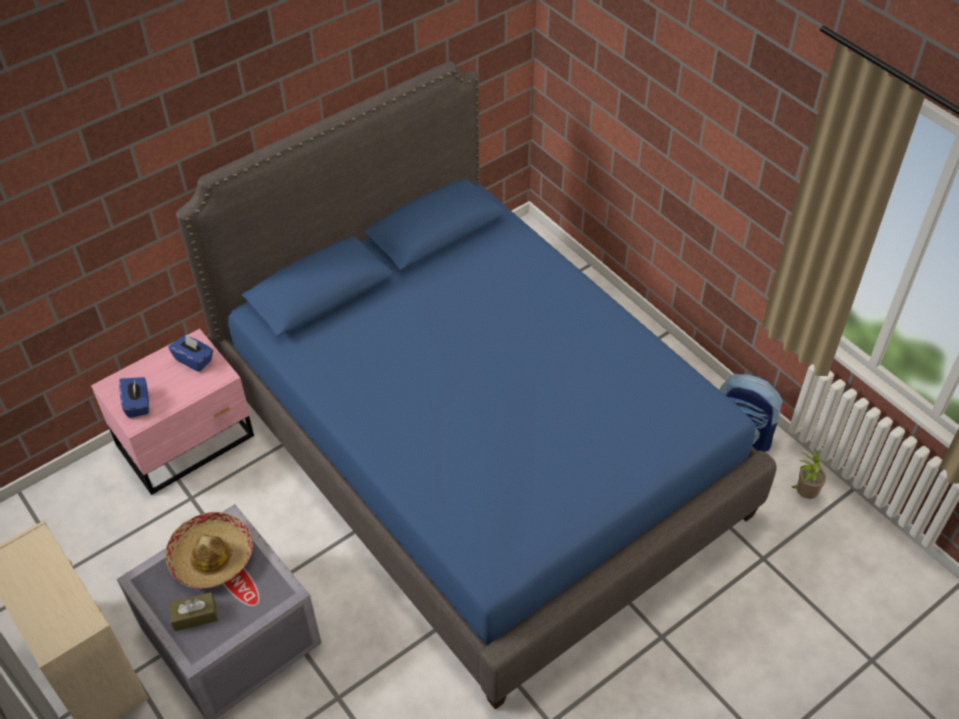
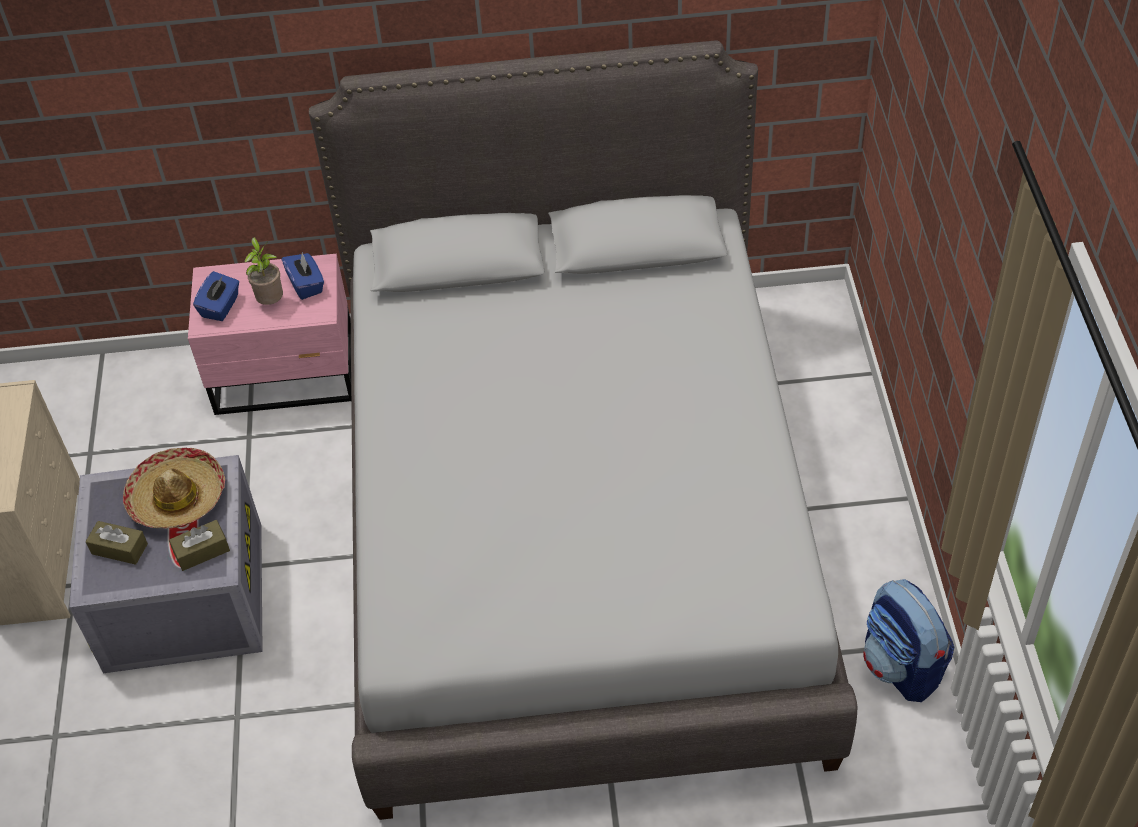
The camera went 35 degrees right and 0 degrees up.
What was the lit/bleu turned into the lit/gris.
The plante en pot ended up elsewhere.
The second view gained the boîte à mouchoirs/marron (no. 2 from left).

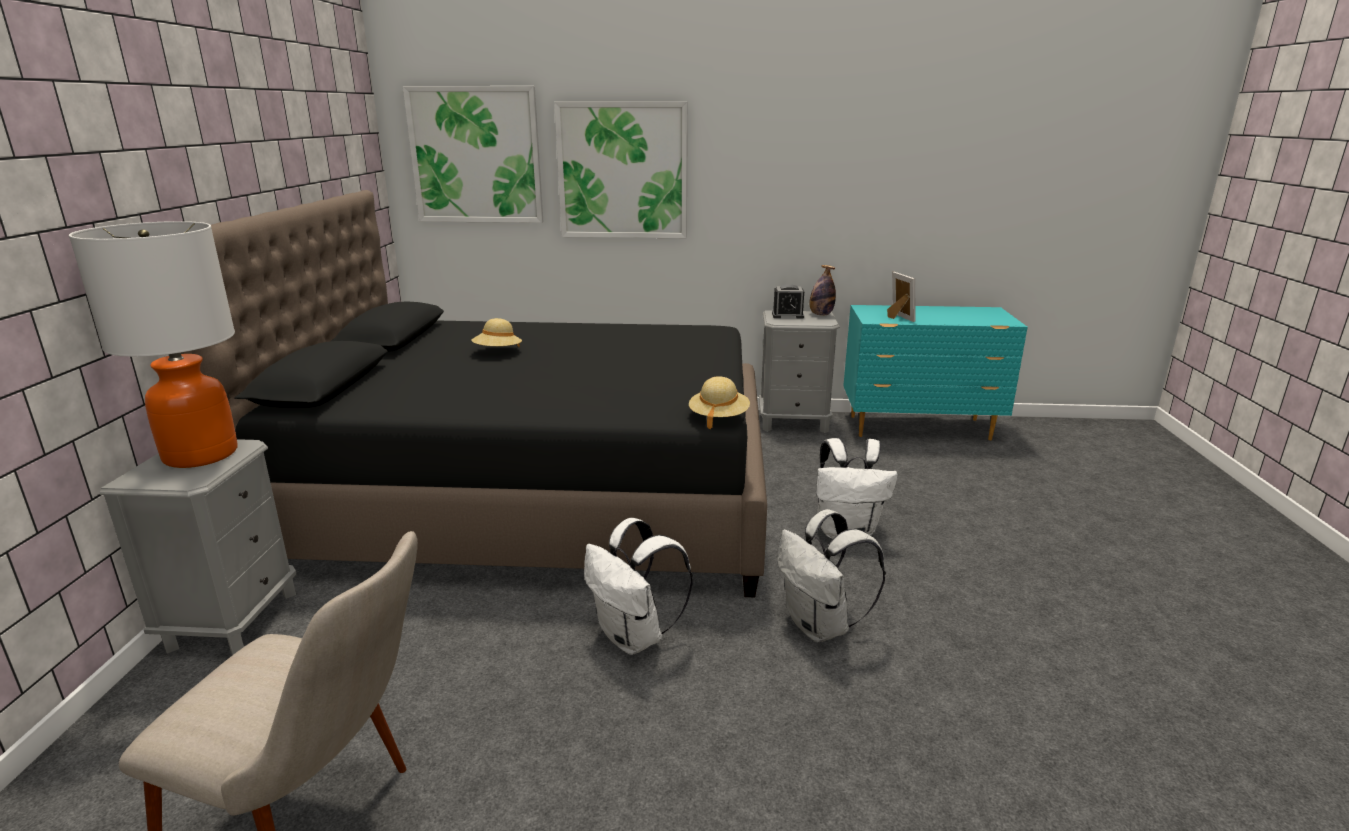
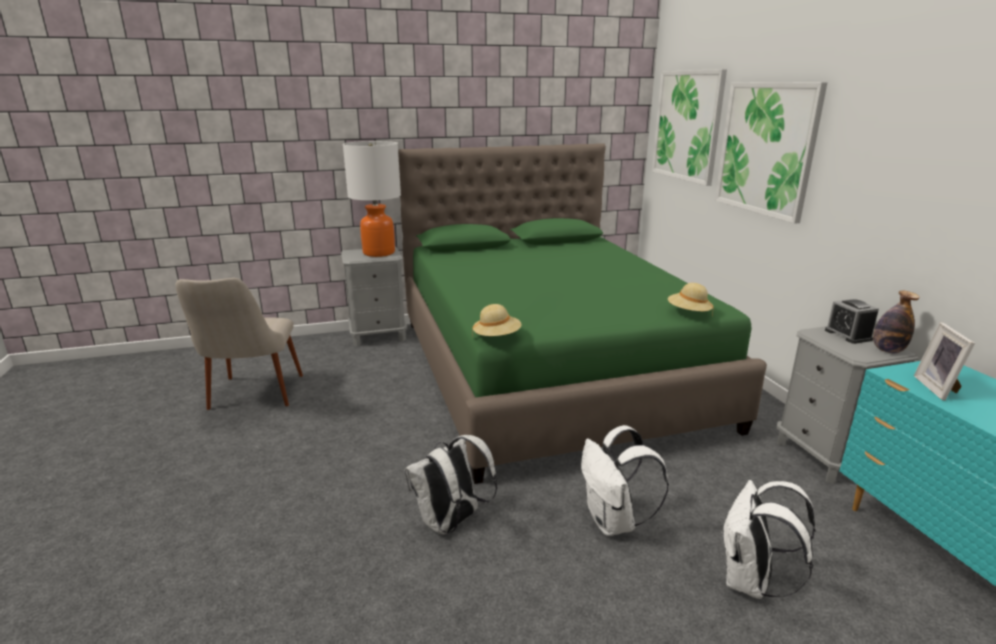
The camera went 70 degrees right and 0 degrees up.
What was the lit/noir turned into the lit/vert.
The chapeau/beige (no. 1 from left in the first image) ended up elsewhere.
The sac à dos/blanc (no. 1 from left in the first image) ended up elsewhere.
The cadre photo ended up facing another way, 135 degrees clockwise from before.

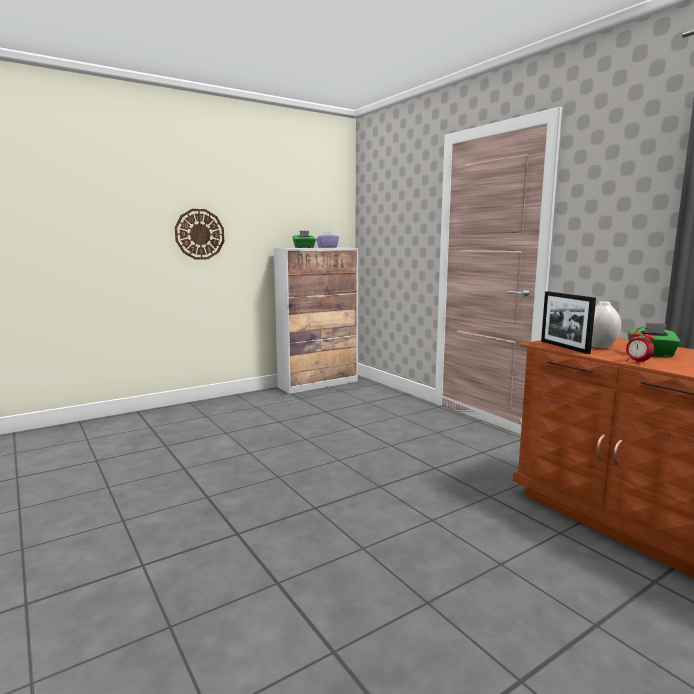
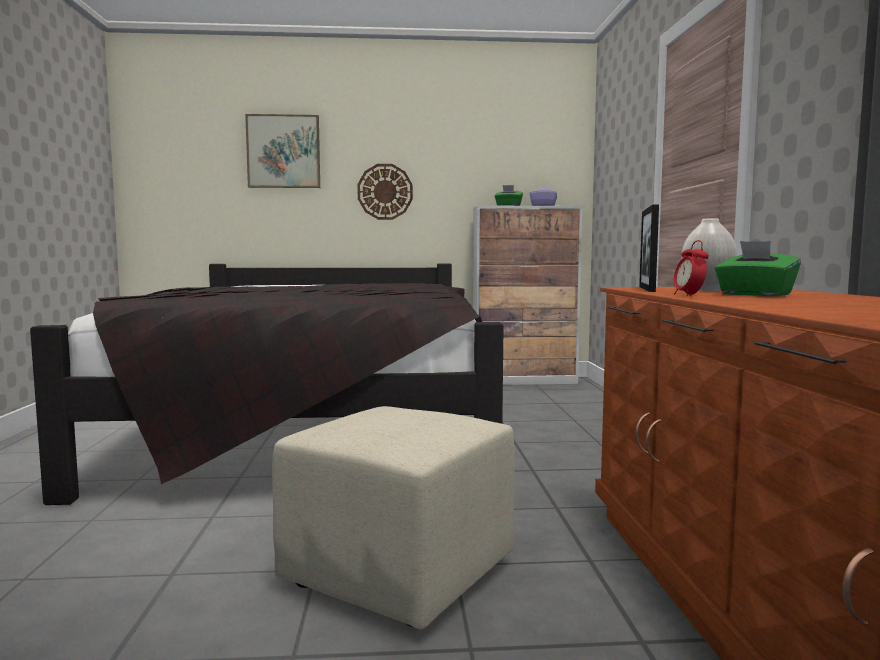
The camera went 30 degrees right and 5 degrees down.
The second view gained the lit/noir.
The second view gained the tableau.
The second view gained the pouf/beige.

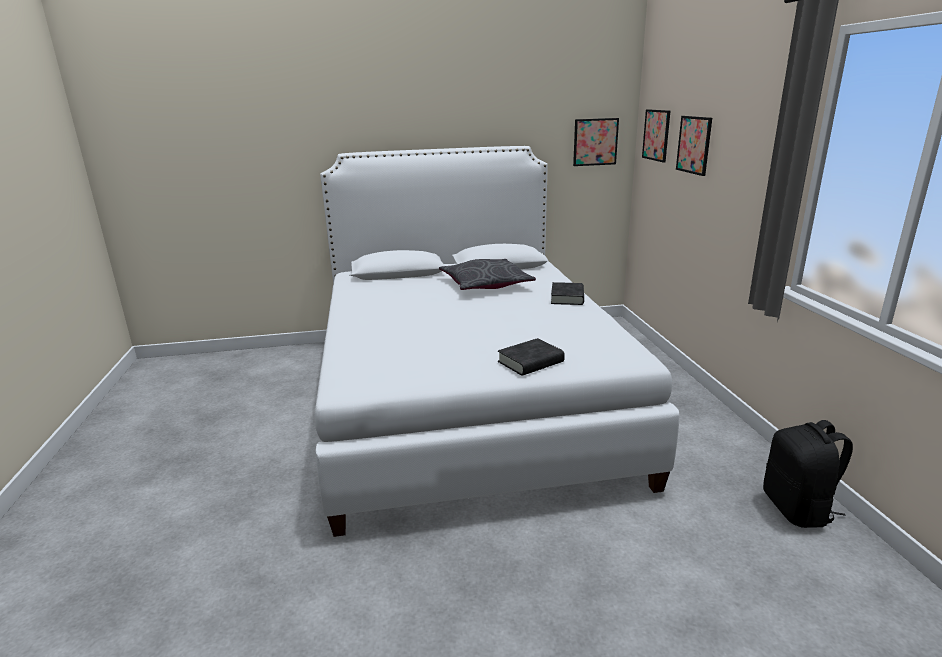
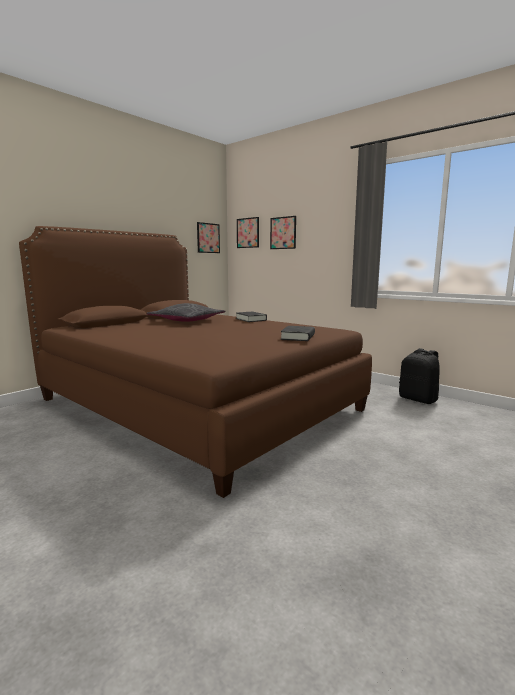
The camera went 40 degrees left and 10 degrees down.
What was the lit/blanc turned into the lit/marron.

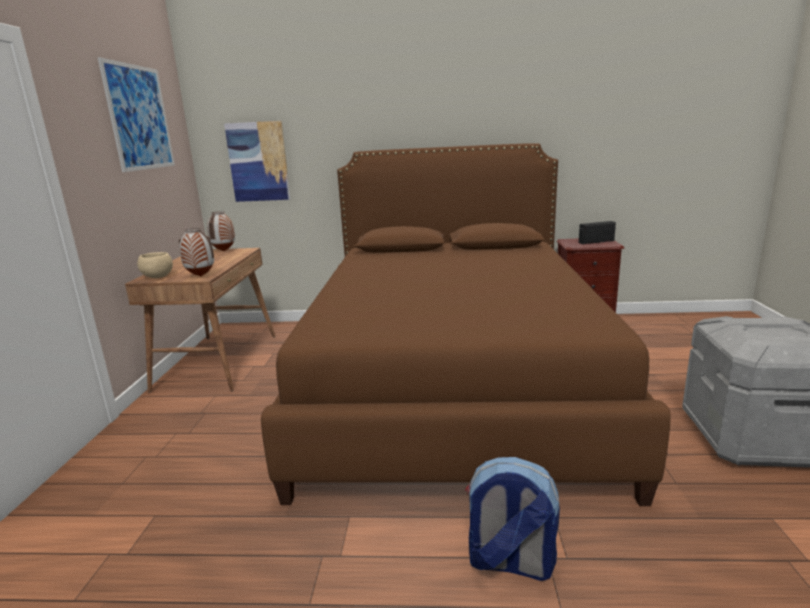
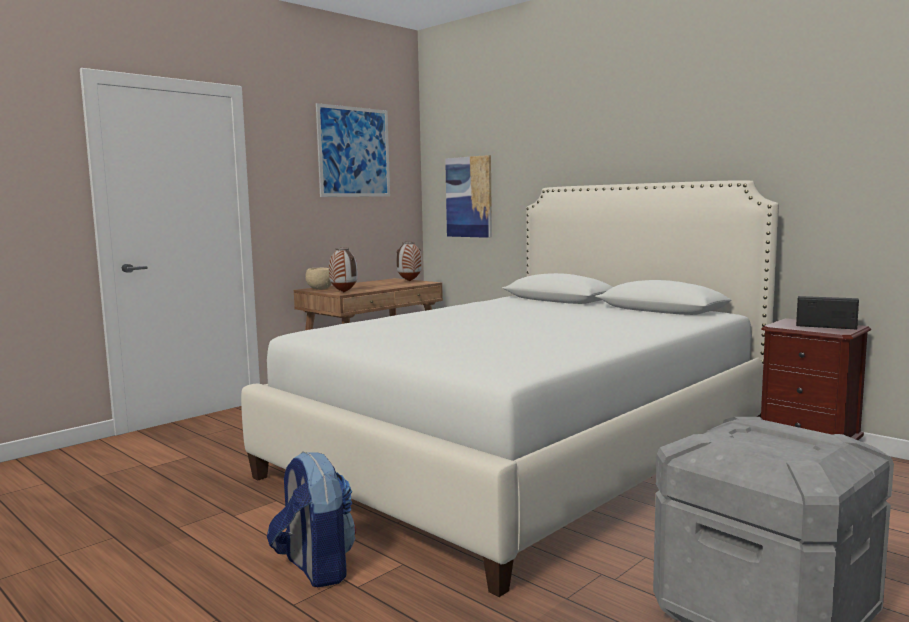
The camera went 40 degrees right and 10 degrees down.
What was the lit/marron turned into the lit/blanc.

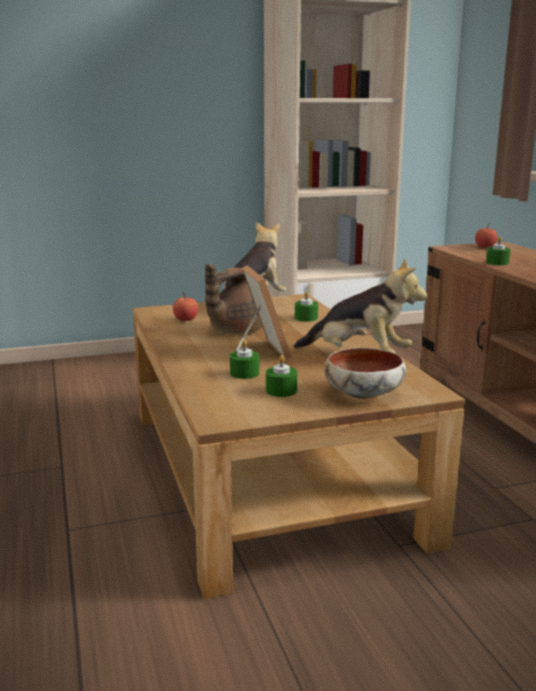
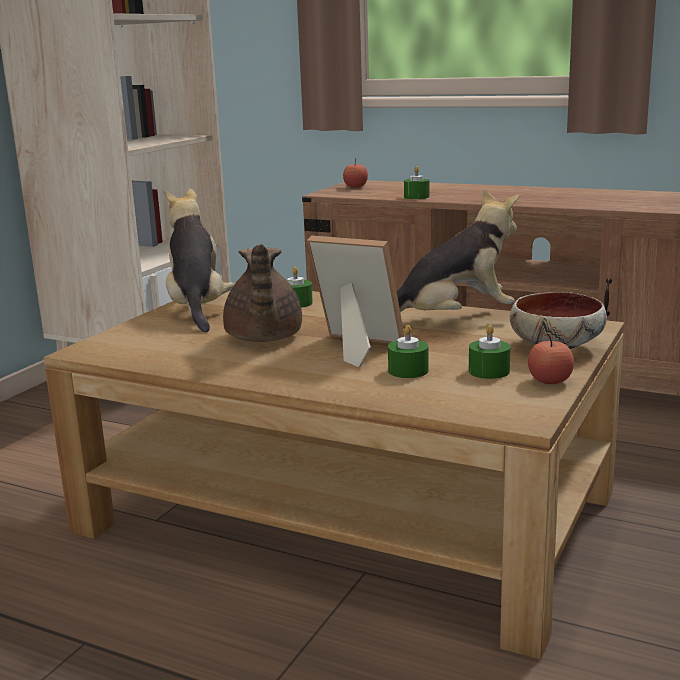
The camera went 45 degrees left and 0 degrees up.
The pomme (no. 1 from left in the first image) ended up elsewhere.

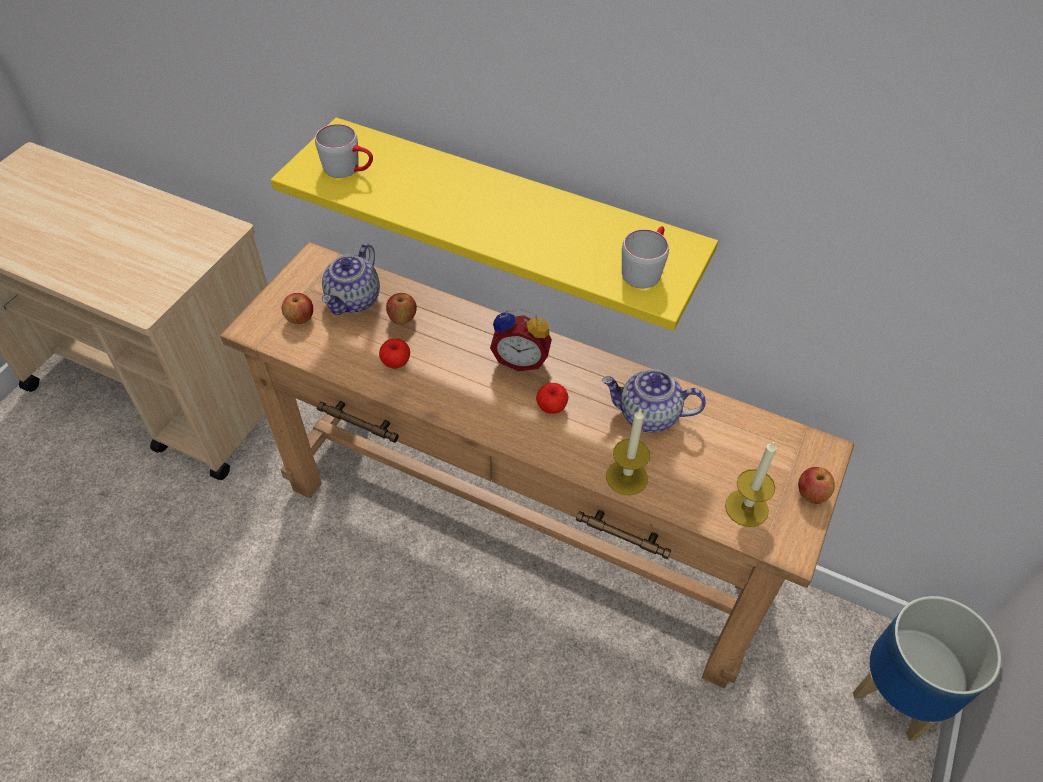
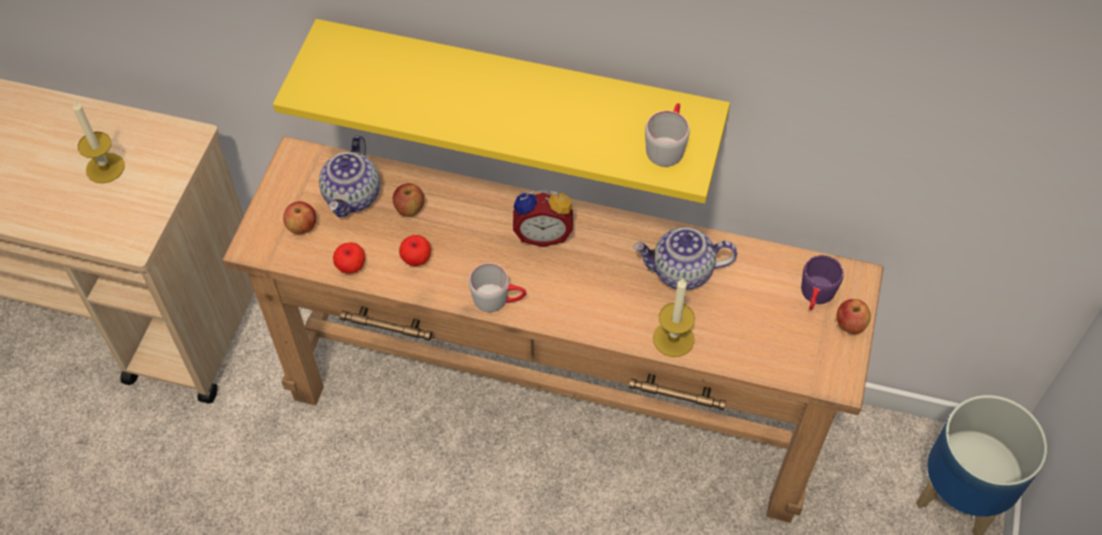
The camera went 10 degrees left and 5 degrees up.
The mug/gris (no. 1 from left) ended up elsewhere.
The pomme (no. 4 from left in the first image) ended up elsewhere.
The bougie (no. 2 from left in the first image) ended up elsewhere.
The second view gained the mug/violet.

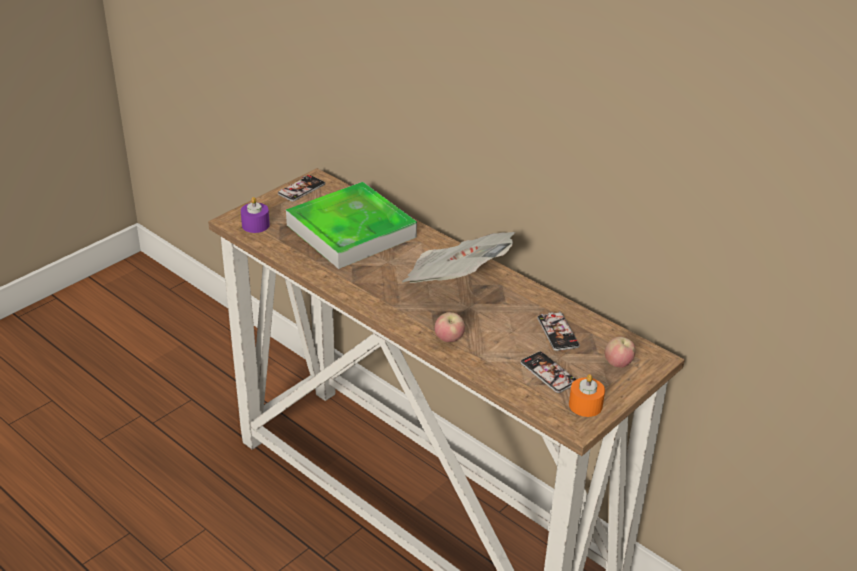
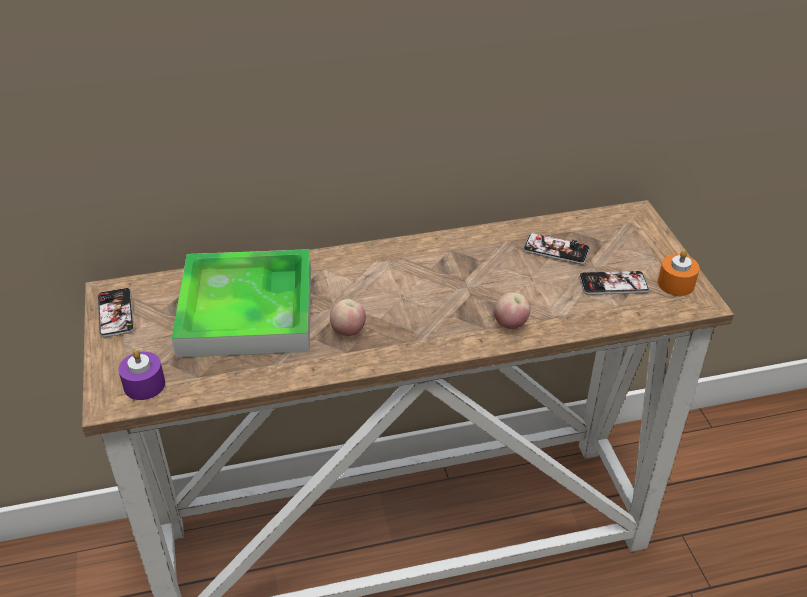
The camera went 55 degrees left and 5 degrees up.
The second view lost the journal.
The pomme (no. 2 from left in the first image) ended up elsewhere.

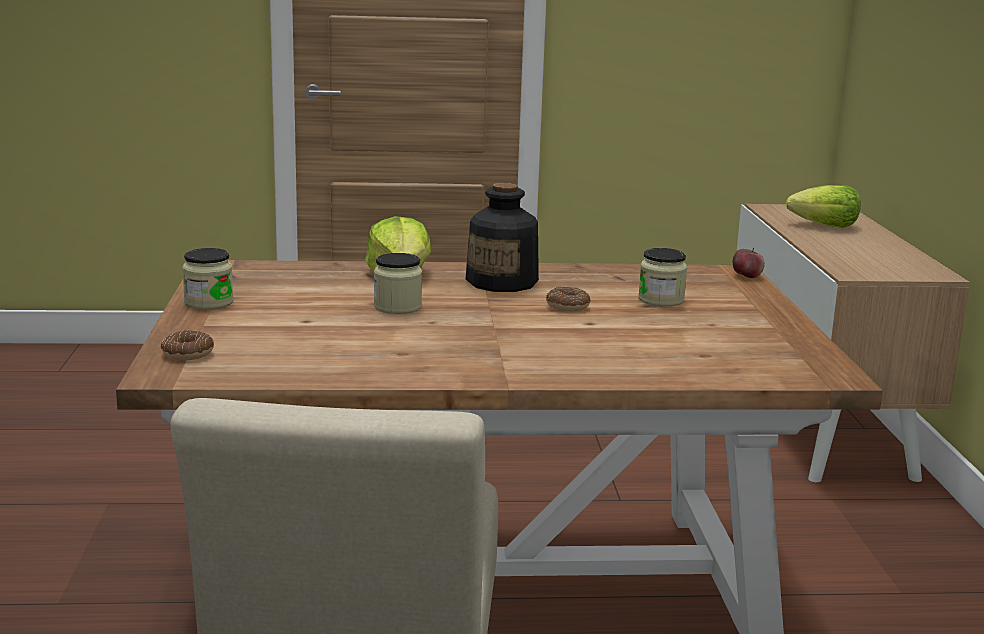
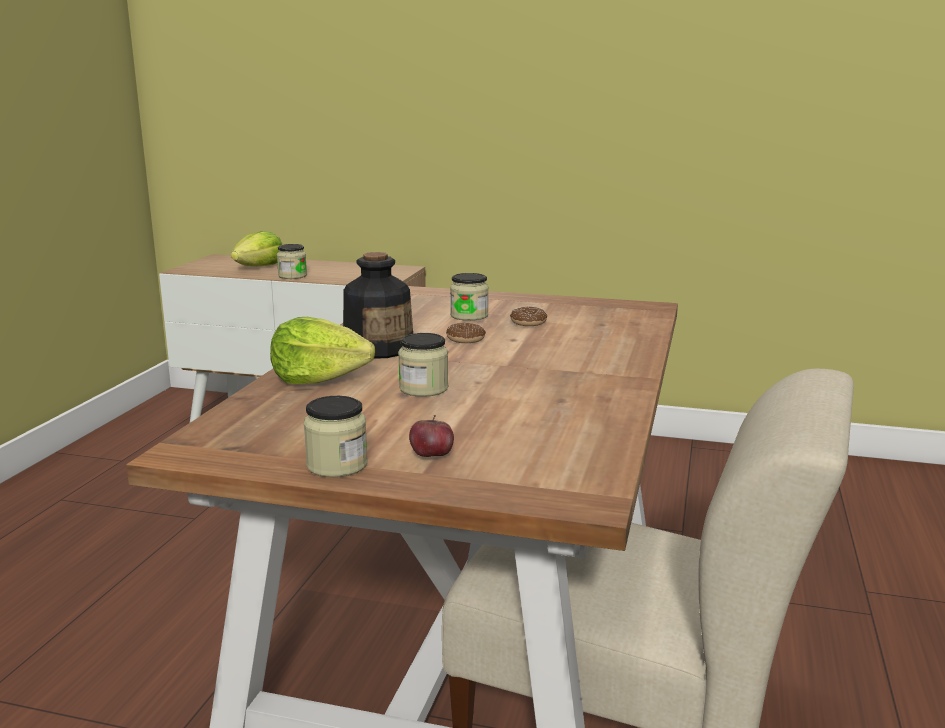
The camera went 70 degrees left and 0 degrees up.
The beignet (no. 1 from left in the first image) ended up elsewhere.
The pomme ended up elsewhere.
The second view gained the bocal (no. 1 from left).

